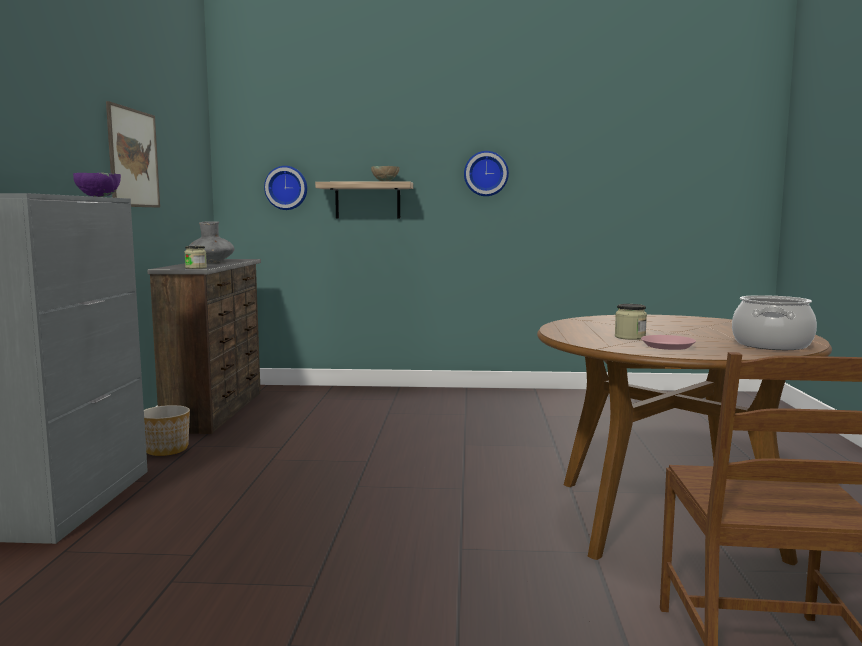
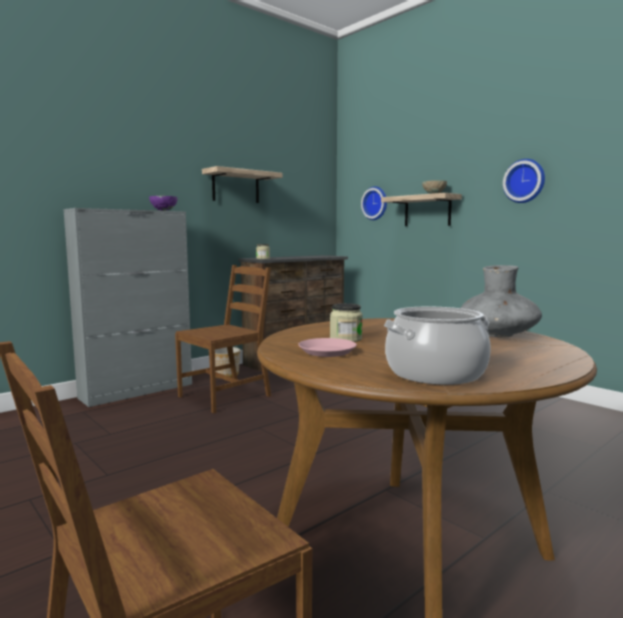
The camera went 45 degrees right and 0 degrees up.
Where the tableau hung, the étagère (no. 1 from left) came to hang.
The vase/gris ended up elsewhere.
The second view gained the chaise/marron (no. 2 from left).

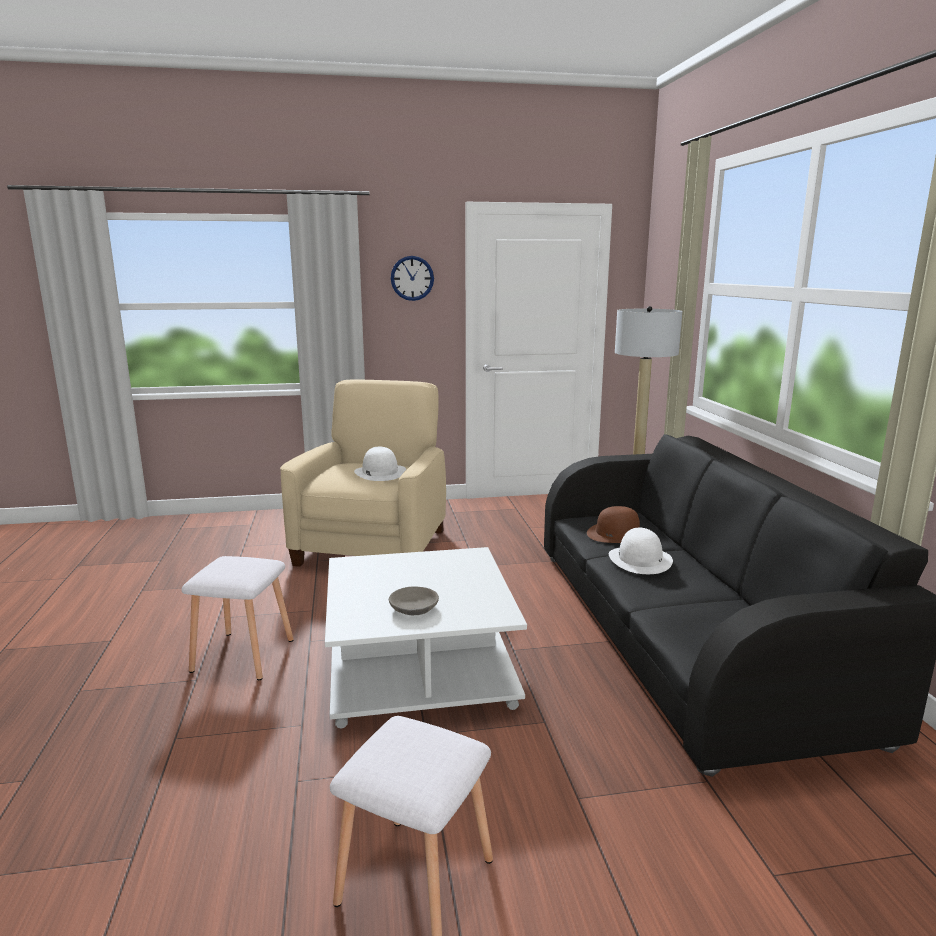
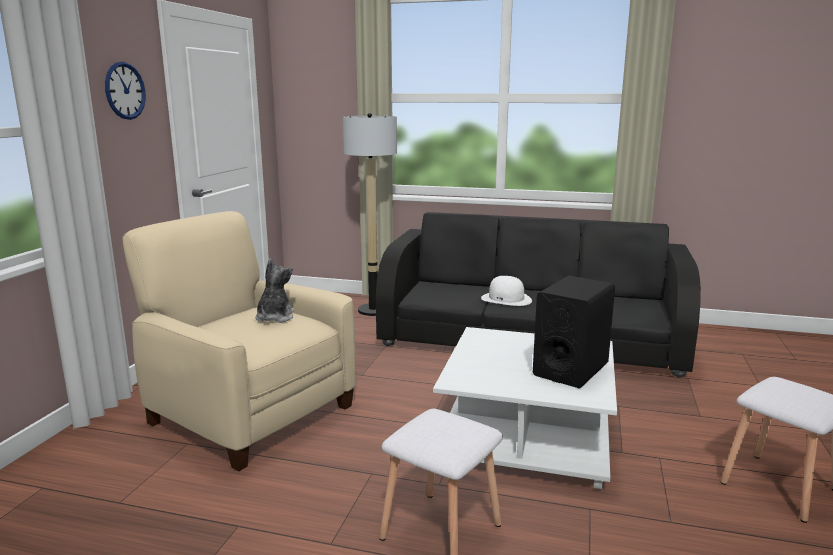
The camera went 65 degrees left and 0 degrees up.
Where the chapeau/blanc (no. 1 from left) stood, the peluche came to stand.
Where the bol/gris stood, the enceinte/noir came to stand.
The second view lost the chapeau/marron.

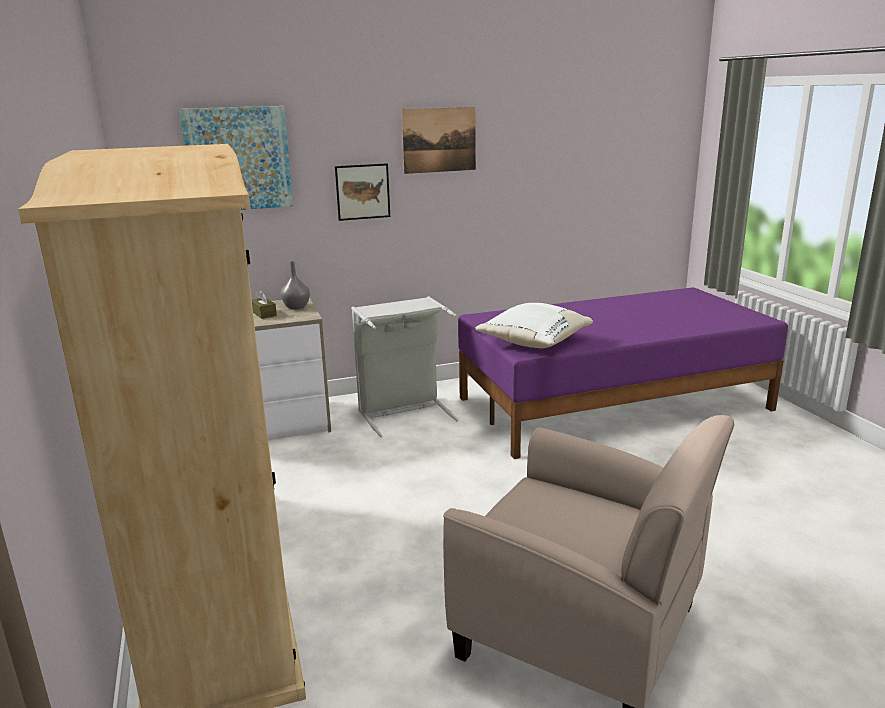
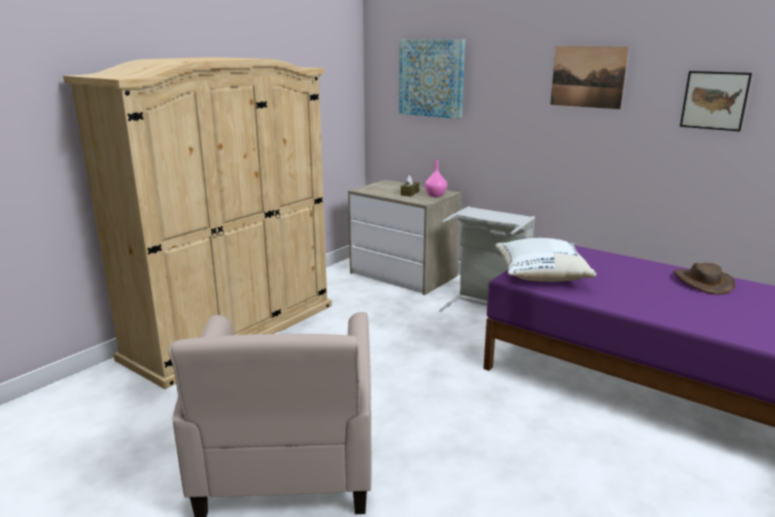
The camera went 55 degrees right and 0 degrees up.
What was the vase/gris turned into the vase/rose.
The tableau (no. 2 from left in the first image) ended up elsewhere.
The second view gained the chapeau/marron.

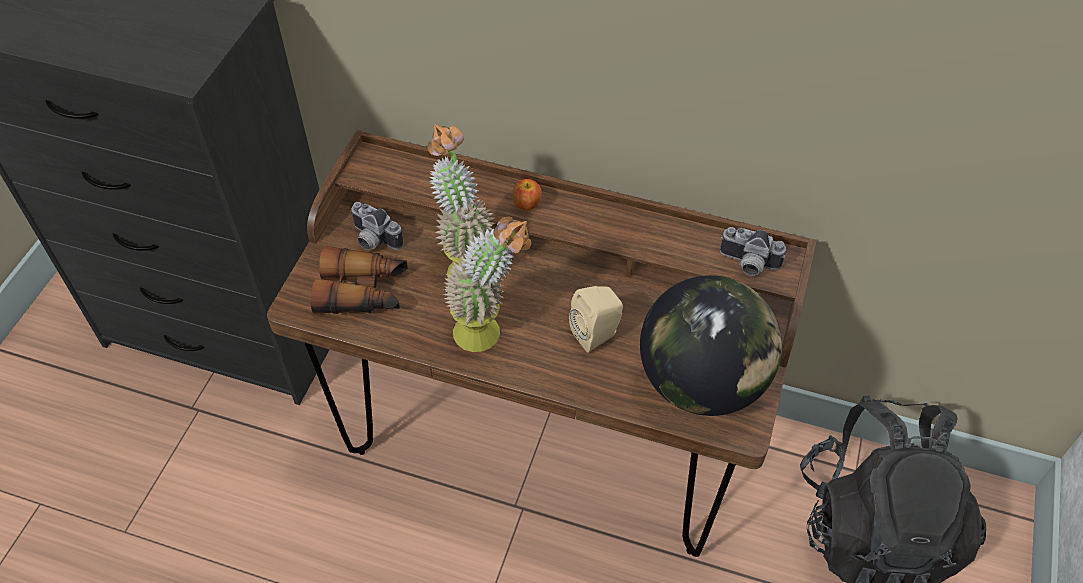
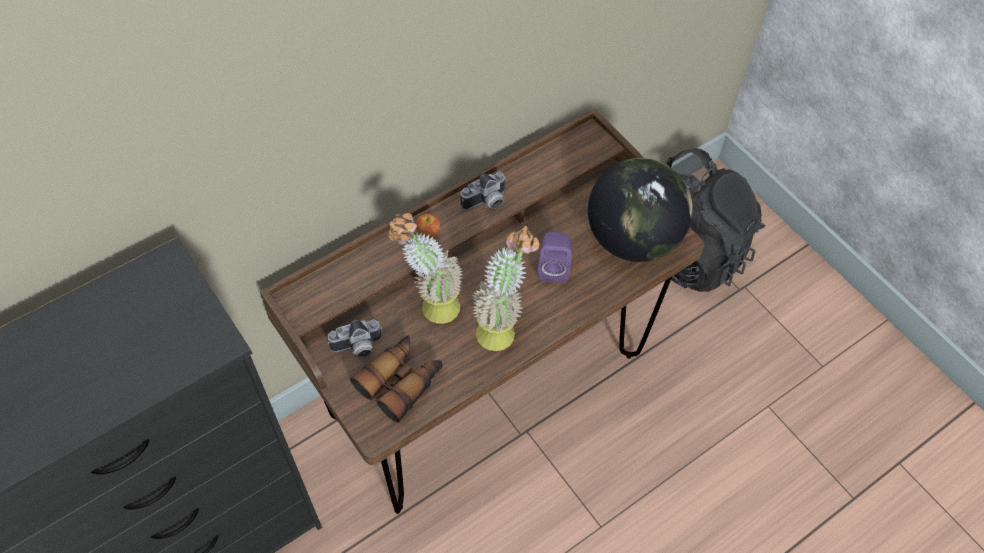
The camera went 55 degrees left and 5 degrees up.
What was the enceinte/beige turned into the enceinte/violet.
The appareil photo (no. 2 from left) ended up elsewhere.

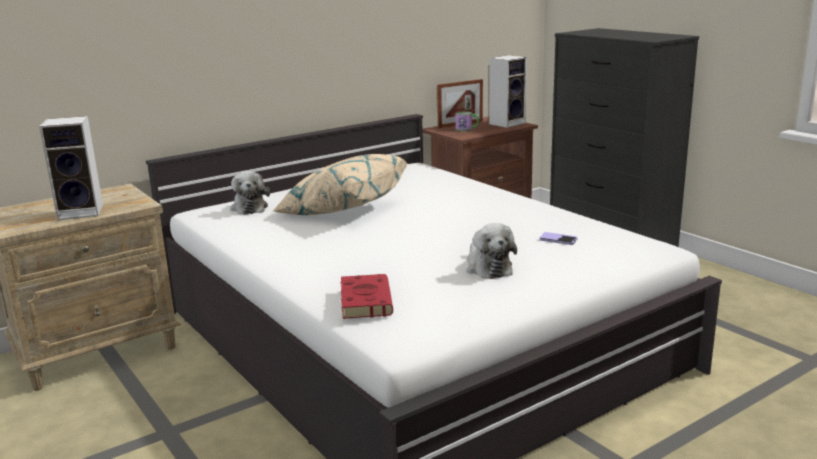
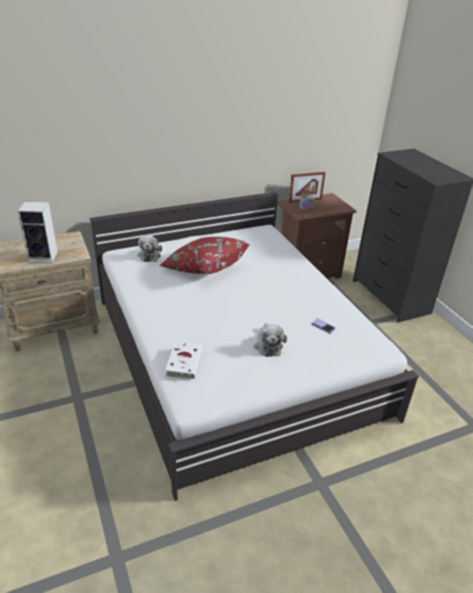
The camera went 10 degrees right and 15 degrees up.
What was the coussin/beige turned into the coussin/rouge.
What was the livre/rouge turned into the livre/blanc.
The second view lost the enceinte (no. 2 from left).

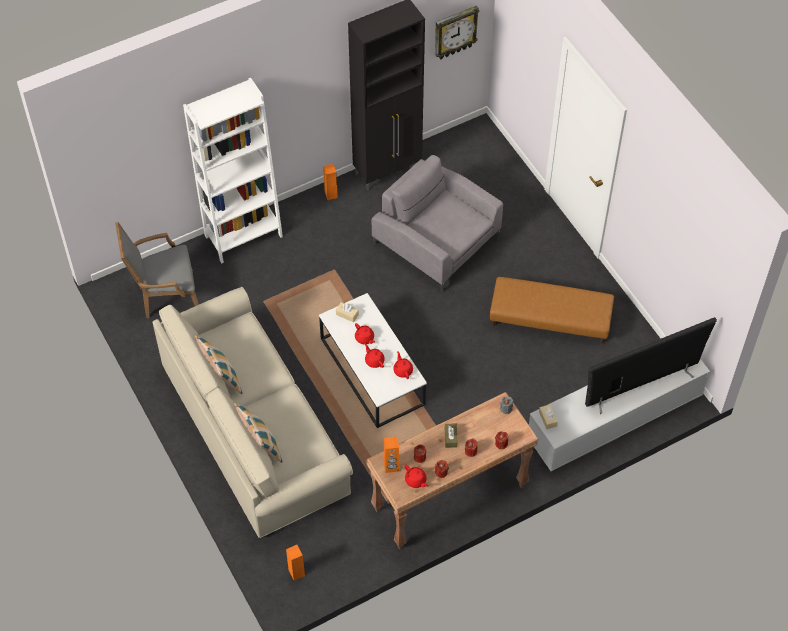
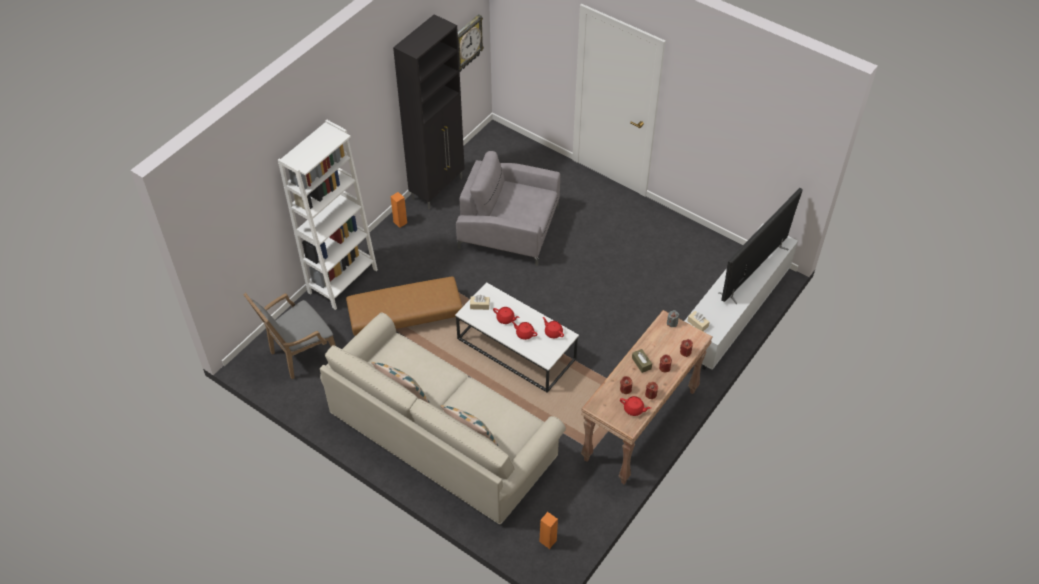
The camera went 25 degrees left and 5 degrees down.
The second view lost the enceinte/orange (no. 3 from left).
The pouf/marron ended up elsewhere.

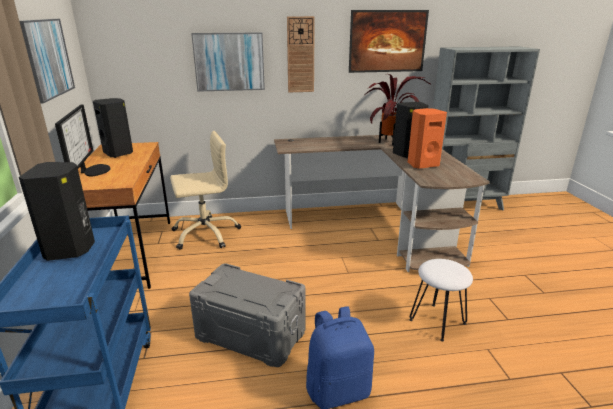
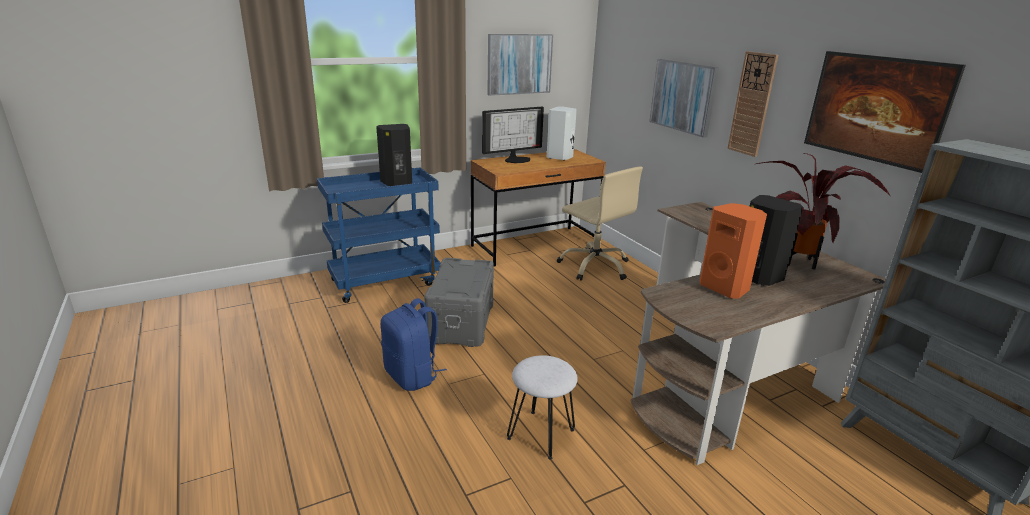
The camera went 70 degrees right and 0 degrees up.
What was the enceinte/noir (no. 2 from left) turned into the enceinte/blanc.

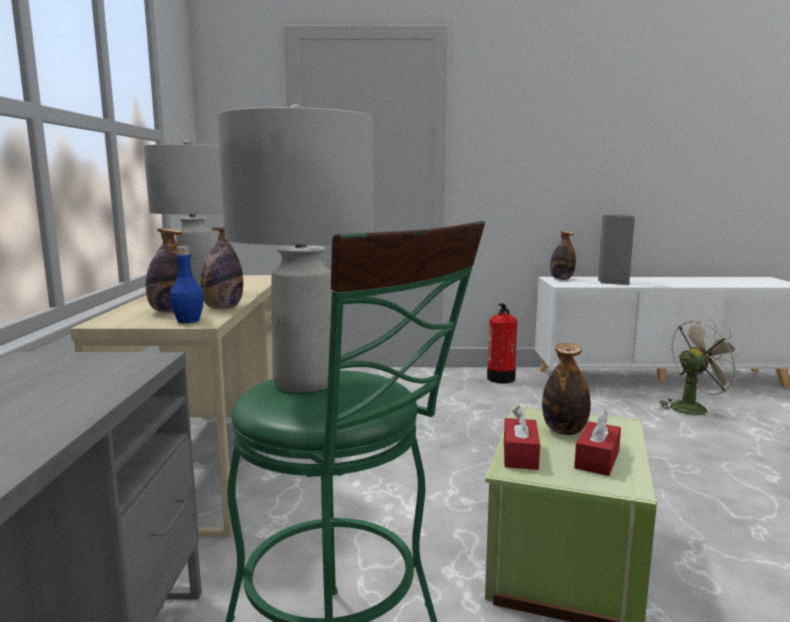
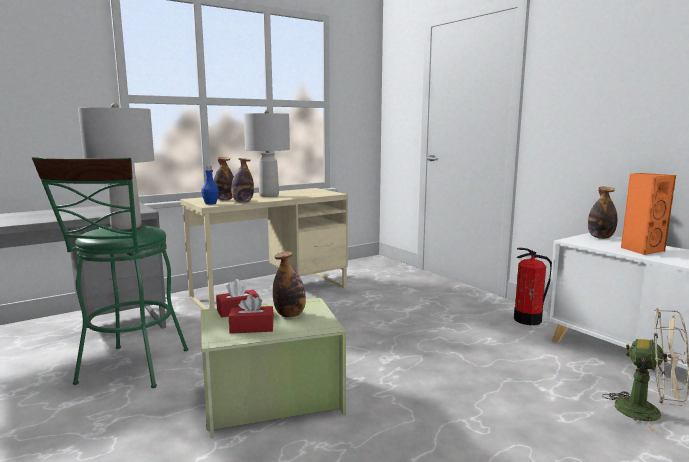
The camera went 55 degrees right and 0 degrees up.
What was the enceinte/gris turned into the enceinte/orange.

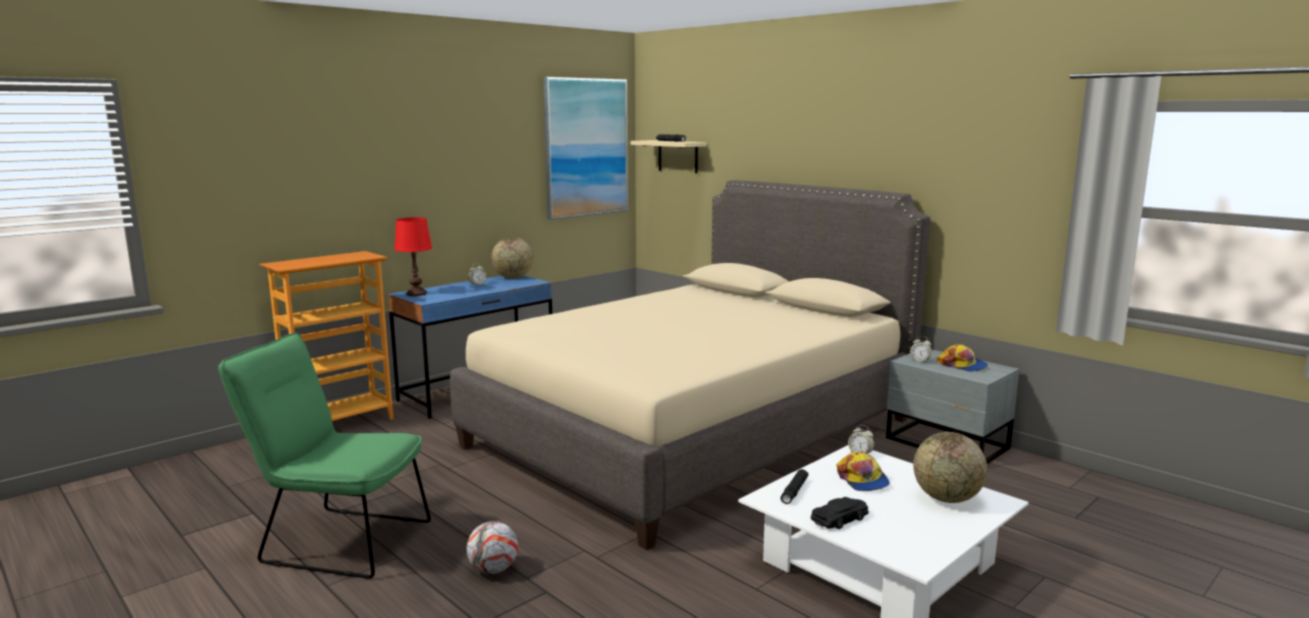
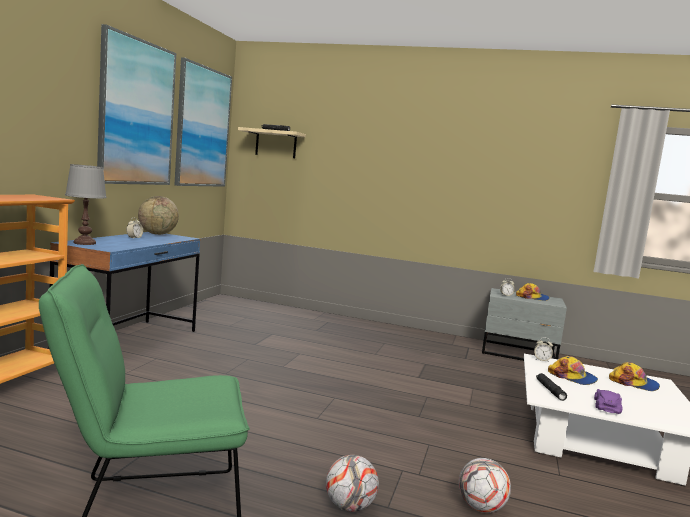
The camera went 30 degrees left and 5 degrees down.
What was the lampe de table/rouge turned into the lampe de table/gris.
The second view lost the lit/beige.
What was the petite voiture/noir turned into the petite voiture/violet.
Where the globe (no. 2 from left) stood, the casquette (no. 3 from left) came to stand.
The second view gained the tableau (no. 1 from left).
The second view gained the ballon de foot (no. 2 from left).

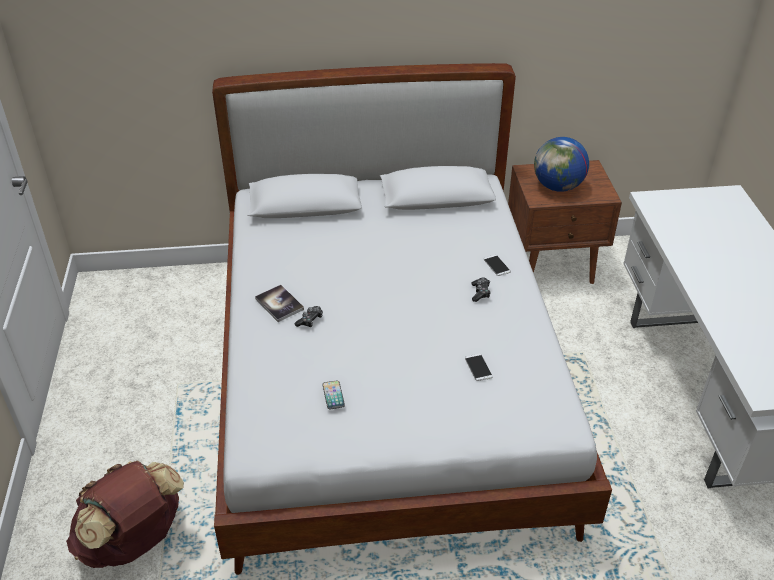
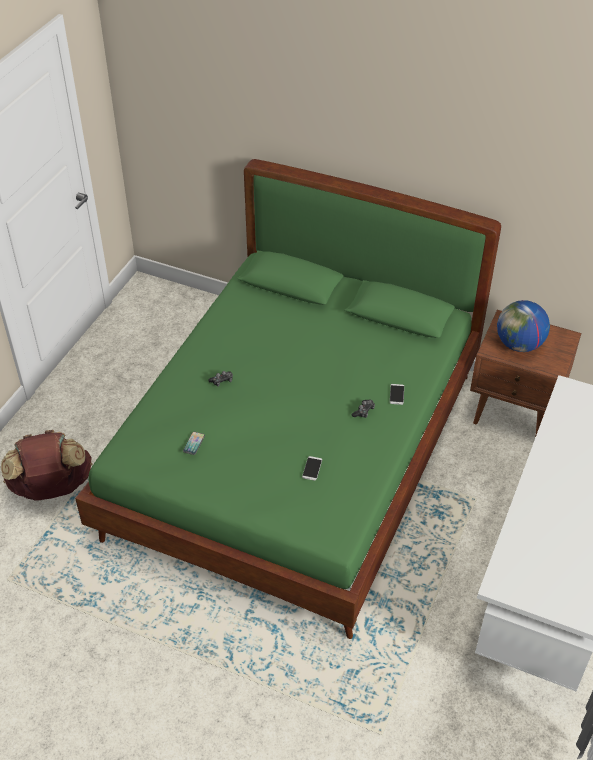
The camera went 30 degrees right and 5 degrees up.
What was the lit/blanc turned into the lit/vert.
The second view lost the livre.

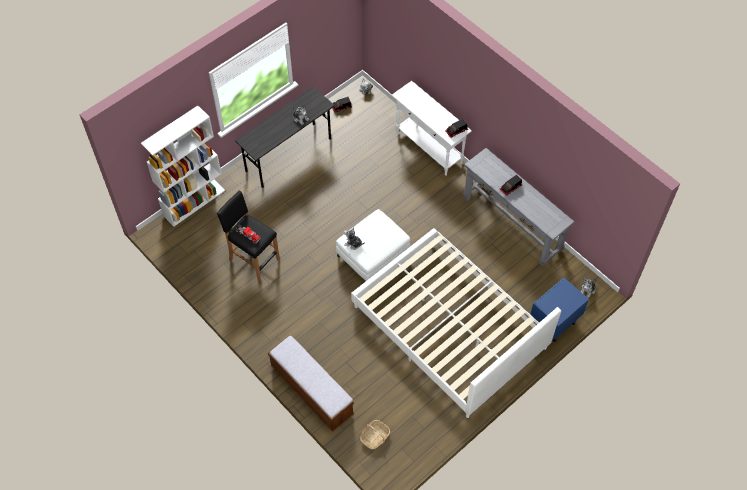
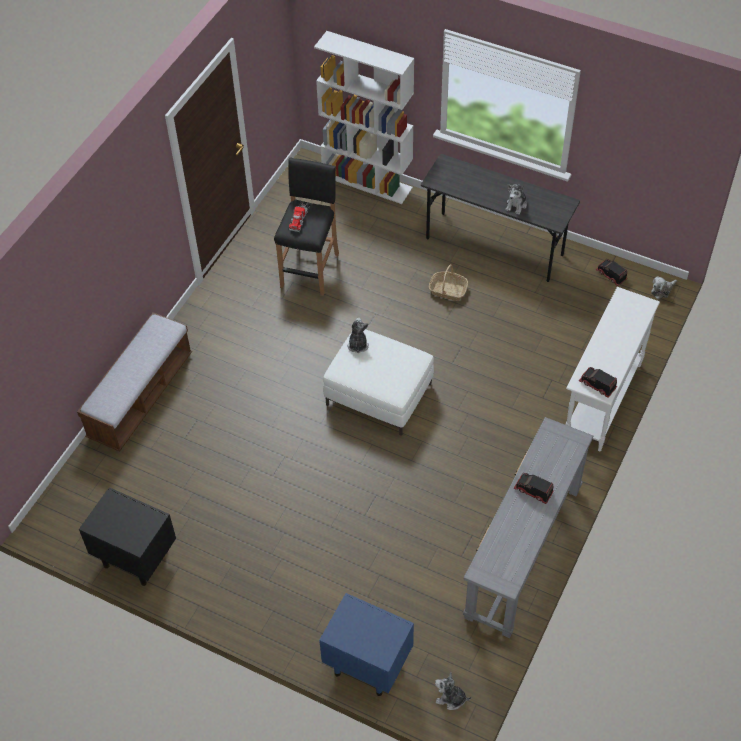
The camera went 70 degrees right and 5 degrees down.
The second view lost the lit/blanc.
The panier ended up elsewhere.
The second view gained the table de chevet/noir.

